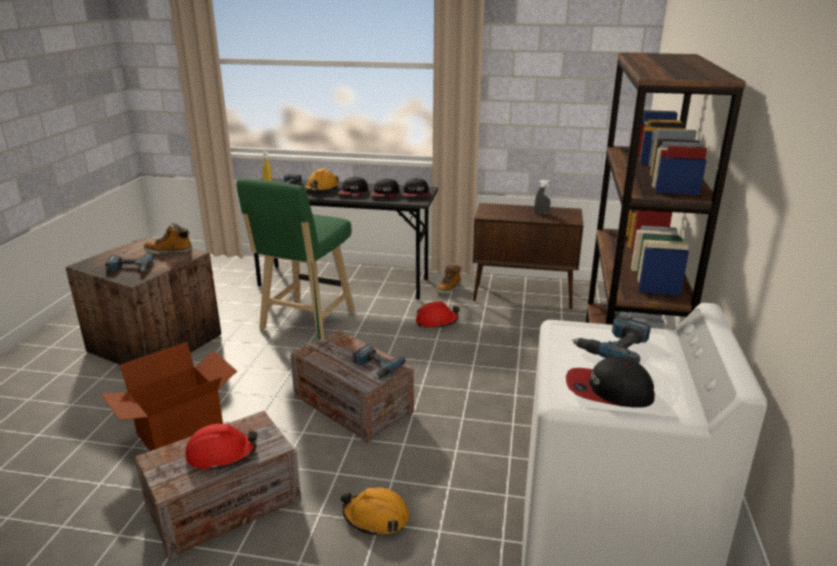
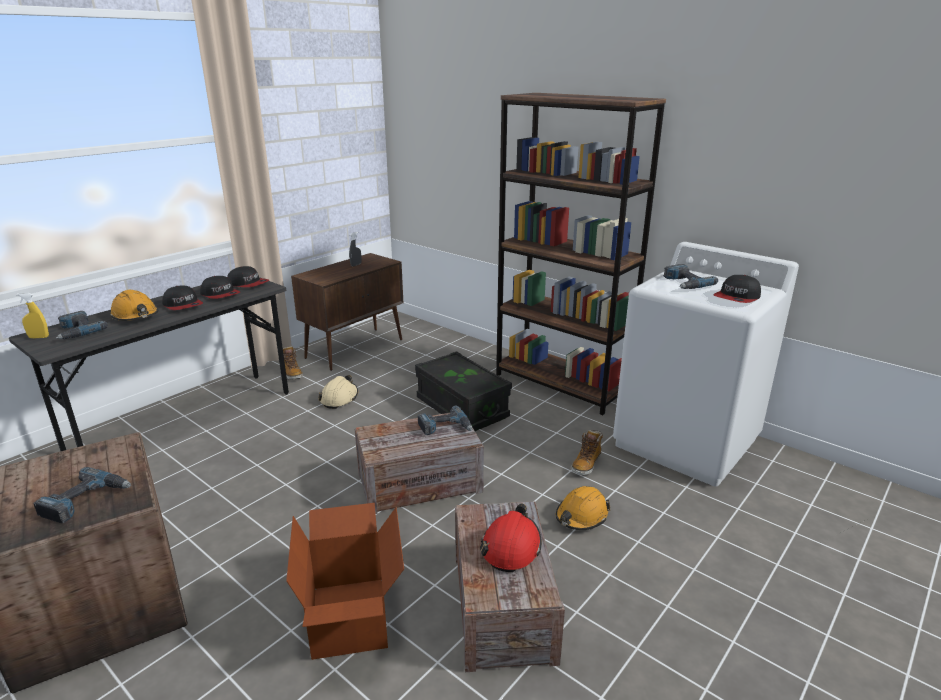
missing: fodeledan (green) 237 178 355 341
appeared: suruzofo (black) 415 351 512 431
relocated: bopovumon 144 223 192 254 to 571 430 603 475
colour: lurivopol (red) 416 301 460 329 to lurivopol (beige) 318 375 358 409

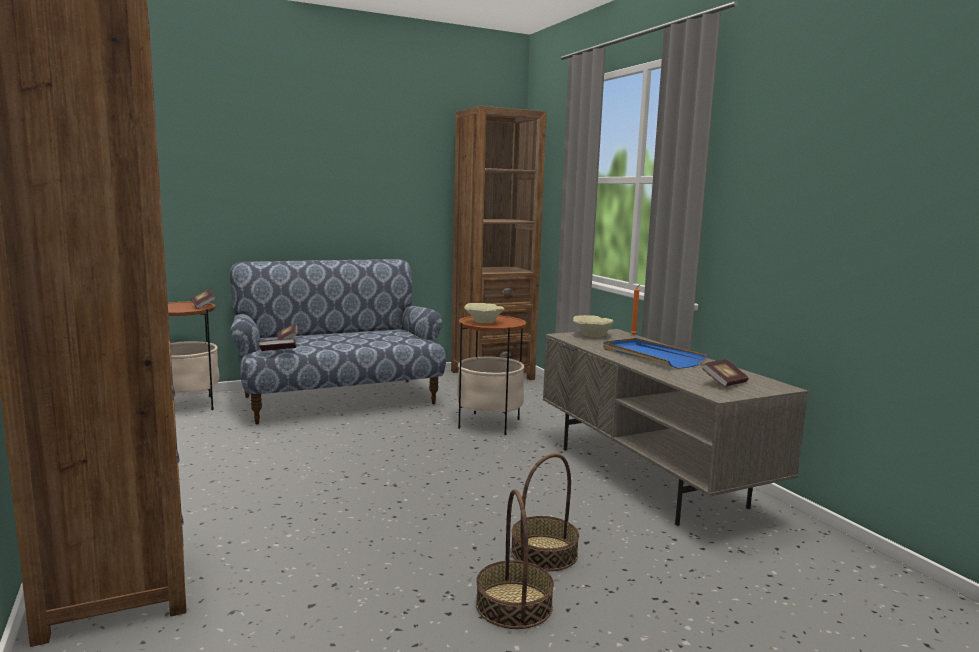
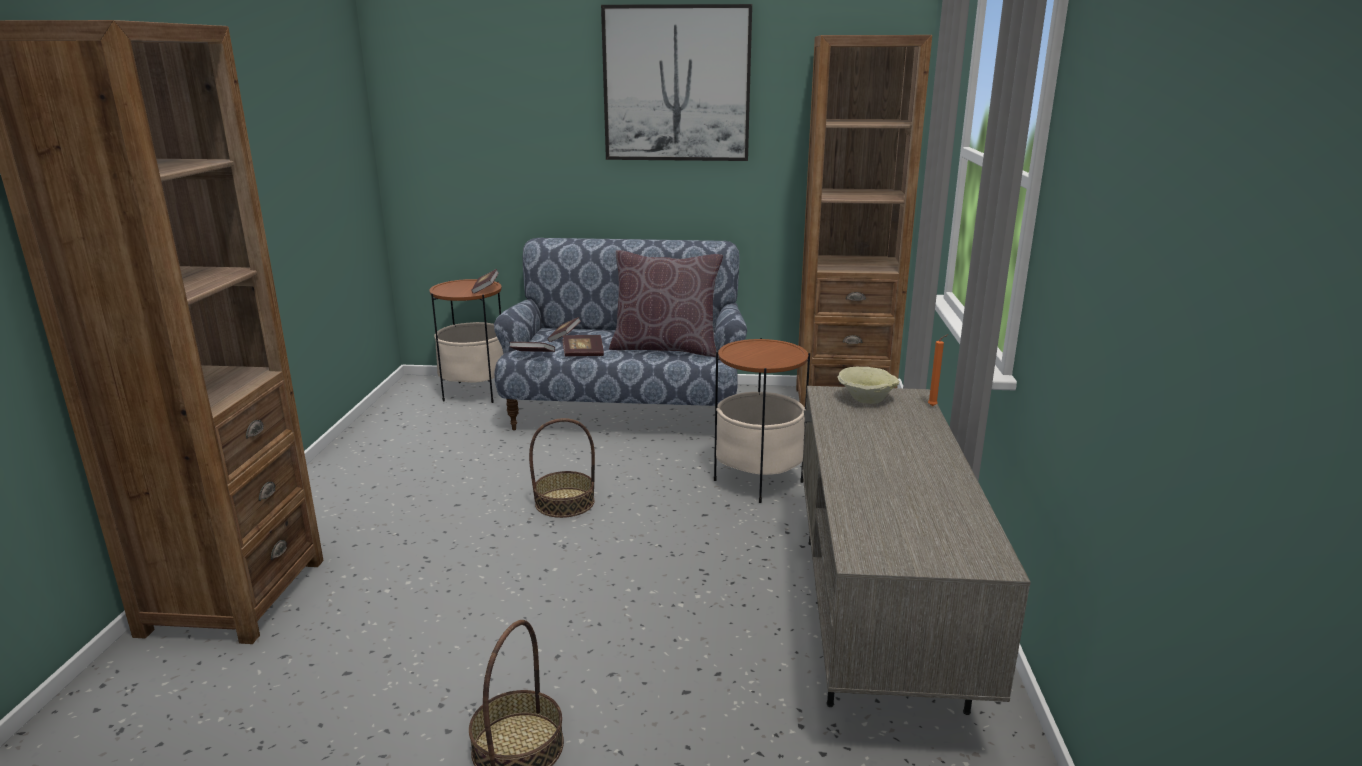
missing: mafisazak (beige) 464 303 504 323; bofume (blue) 603 338 708 369
appeared: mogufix 601 4 752 161; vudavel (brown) 609 250 723 357
relocated: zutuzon 511 453 579 571 to 529 418 595 518; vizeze 702 359 749 387 to 562 335 604 356

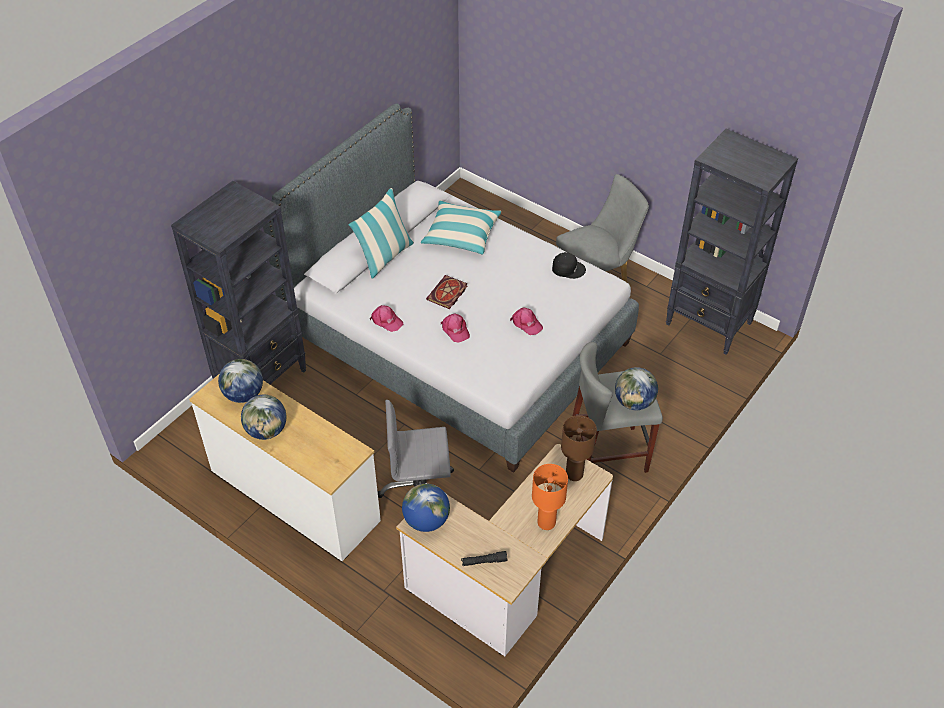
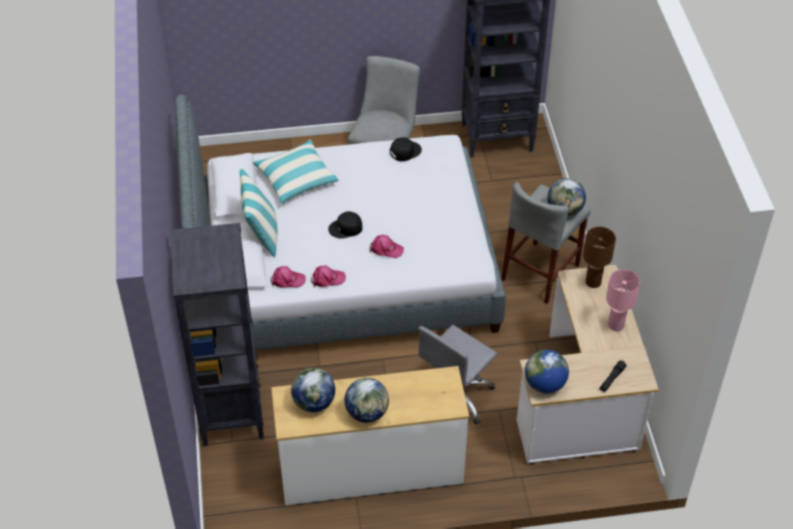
relocated: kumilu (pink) 510 308 543 335 to 271 266 306 288
exchanged: vizeze 426 275 468 309 to kumilu (black) 328 211 362 239
colour: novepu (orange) 532 464 568 530 to novepu (pink) 606 269 640 331

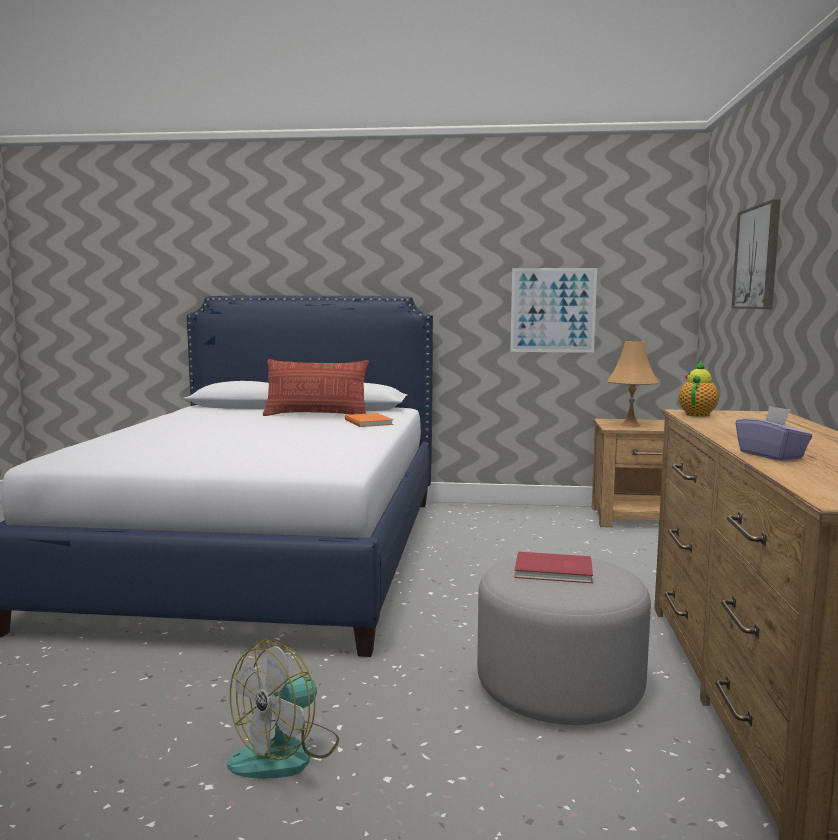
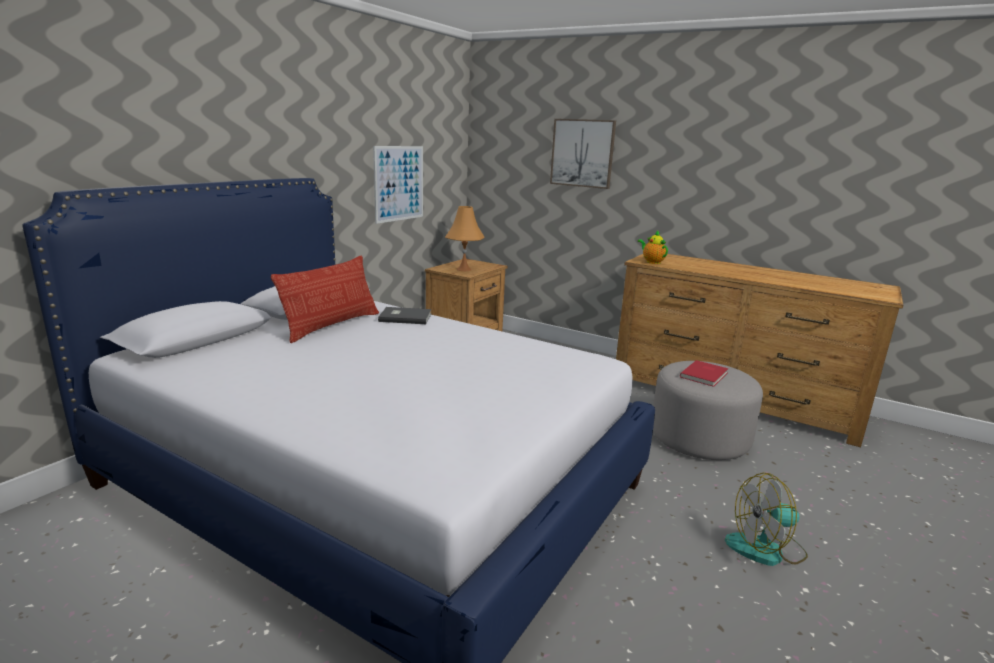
missing: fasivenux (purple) 736 406 812 461
colour: vizeze (orange) 344 413 394 427 to vizeze (grey) 378 307 432 324
spun: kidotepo 228 640 339 778 = 725 473 808 566 105 degrees clockwise

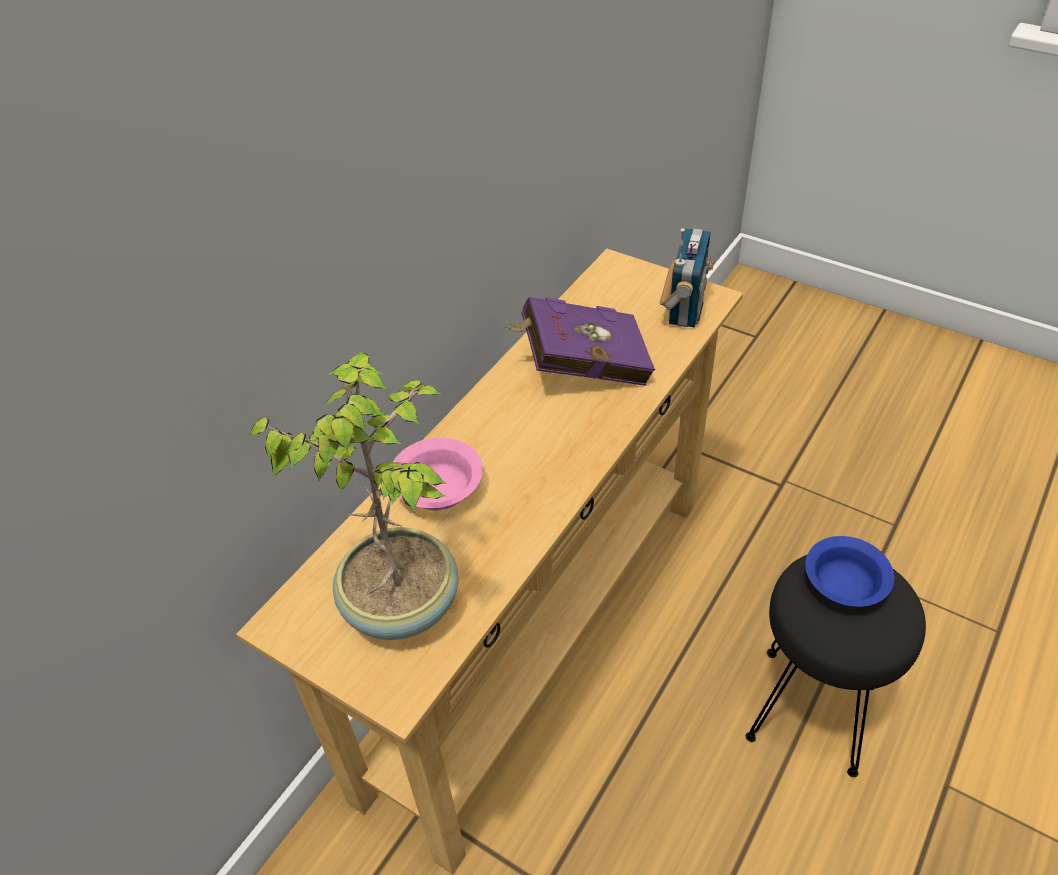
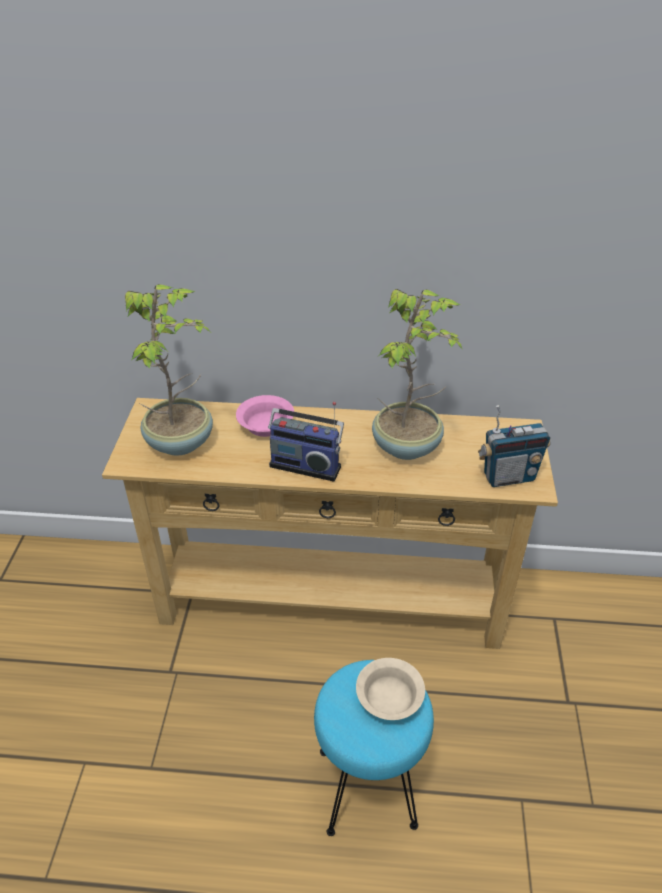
appeared: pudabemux 268 402 344 482
exchanged: vizeze (purple) 505 297 655 386 to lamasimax 372 289 463 460
colour: fodeledan (black) 746 555 926 777 to fodeledan (turquoise) 314 660 434 836; mafisazak (blue) 805 536 894 607 to mafisazak (beige) 356 658 425 720

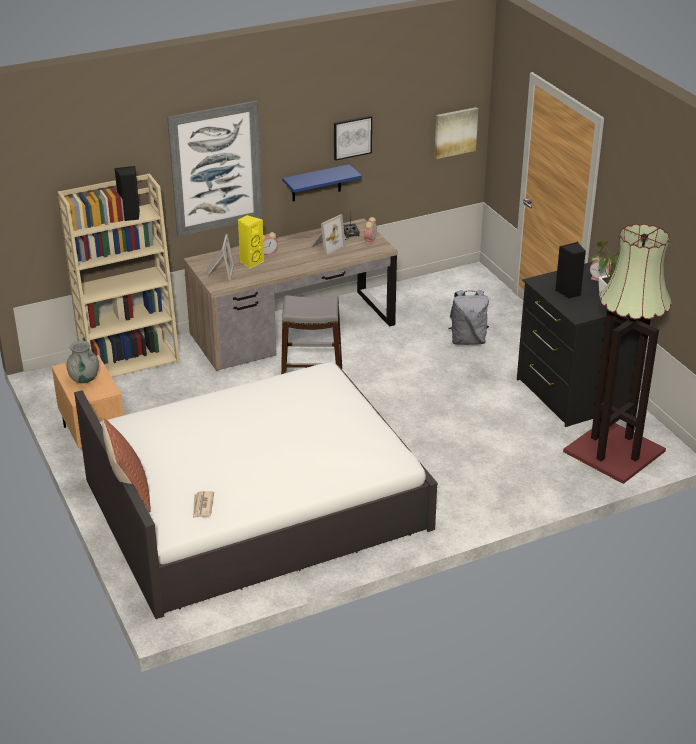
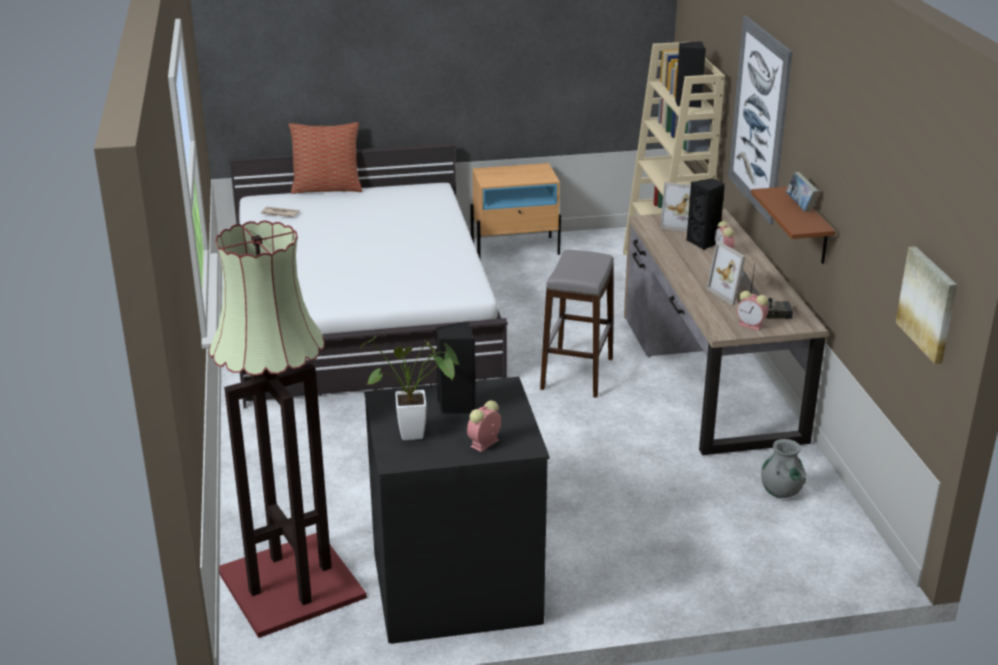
missing: mogufix 334 115 372 161; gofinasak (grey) 448 289 489 345
appeared: vizeze 786 172 819 212
relocated: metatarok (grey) 66 341 99 383 to 761 439 806 498
colour: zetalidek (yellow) 238 215 264 268 to zetalidek (black) 686 178 725 250; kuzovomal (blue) 282 164 362 201 to kuzovomal (brown) 751 187 836 264

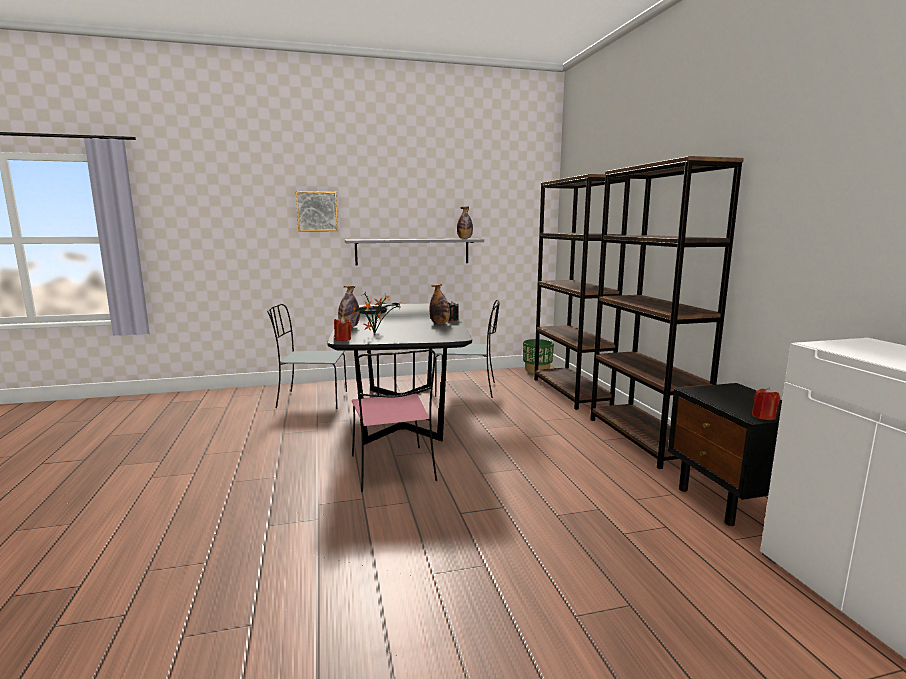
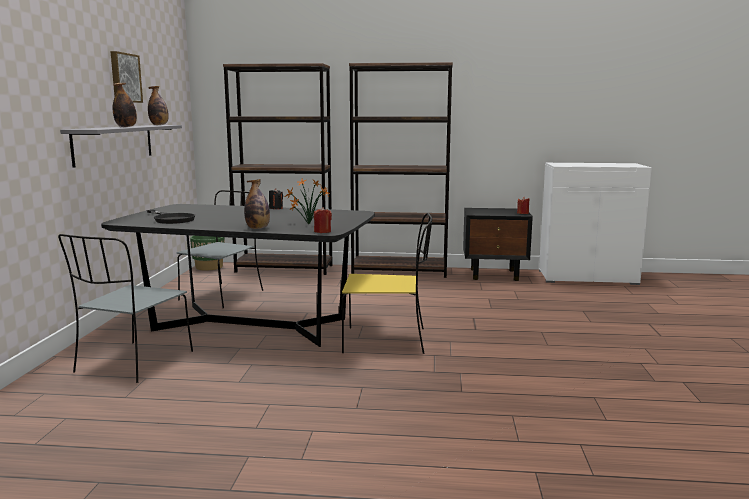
relocated: mogufix 296 191 338 231 to 110 51 143 103; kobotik 430 283 450 324 to 113 83 137 127
colour: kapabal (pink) 352 349 437 492 to kapabal (yellow) 342 213 432 354

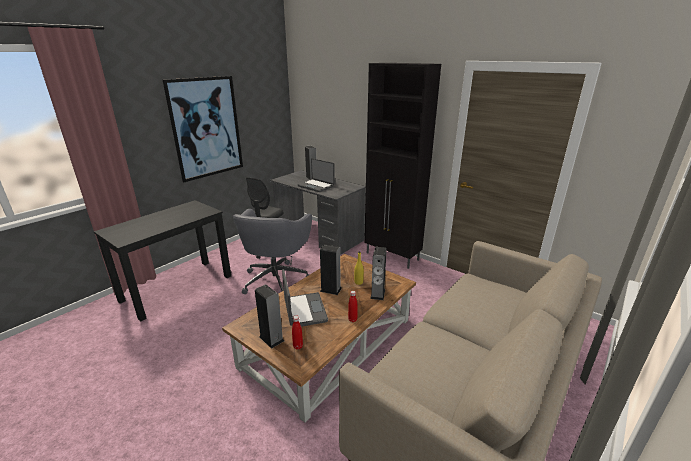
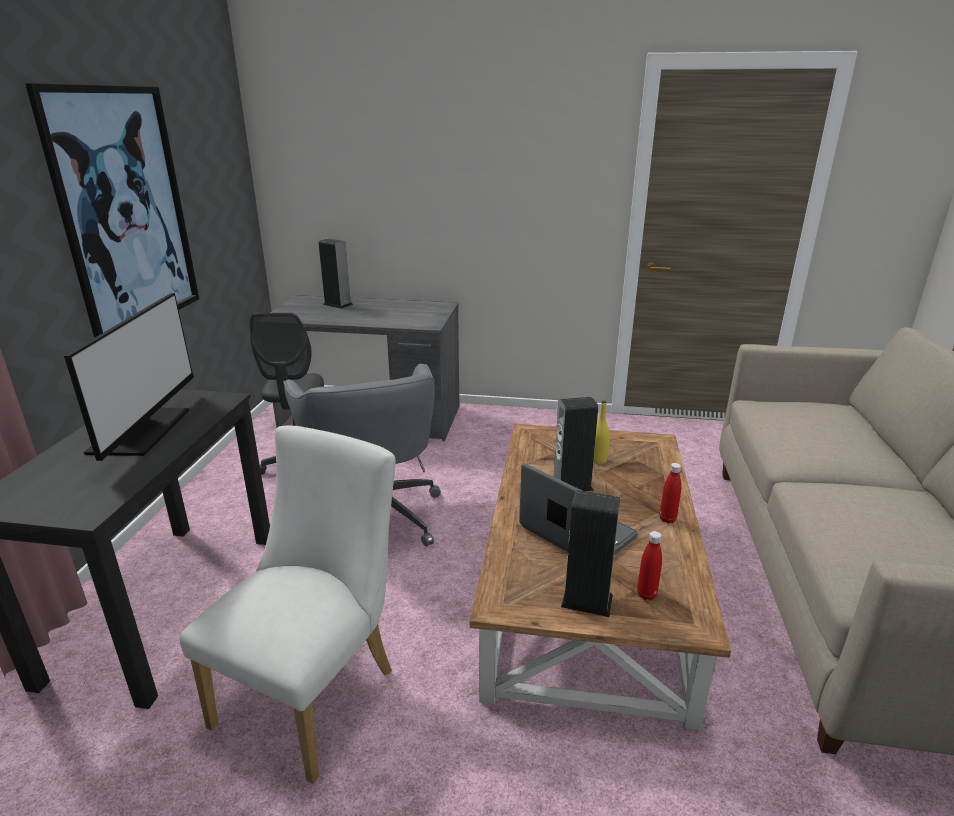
missing: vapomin 298 158 335 192; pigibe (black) 364 63 441 269; zetalidek 370 247 387 300
appeared: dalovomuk 64 293 194 461; kapabal (white) 179 426 396 784

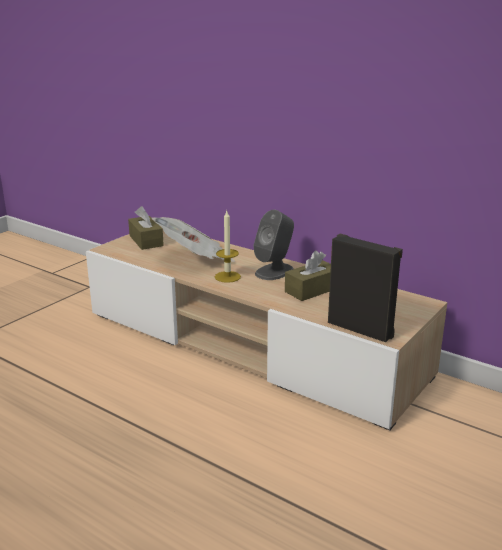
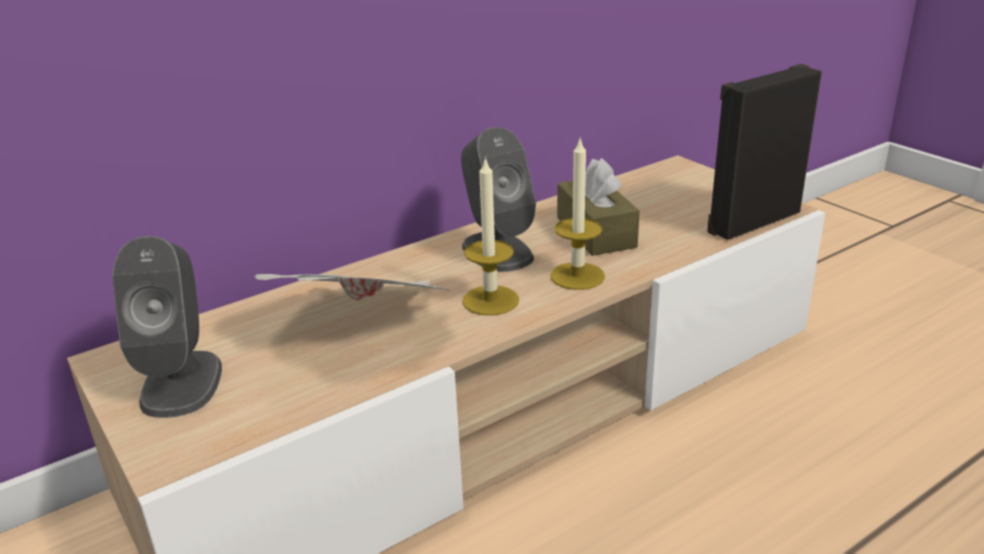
appeared: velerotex 550 139 605 290
exchanged: fasivenux (brown) 128 206 164 250 to zetalidek (grey) 112 236 222 418

